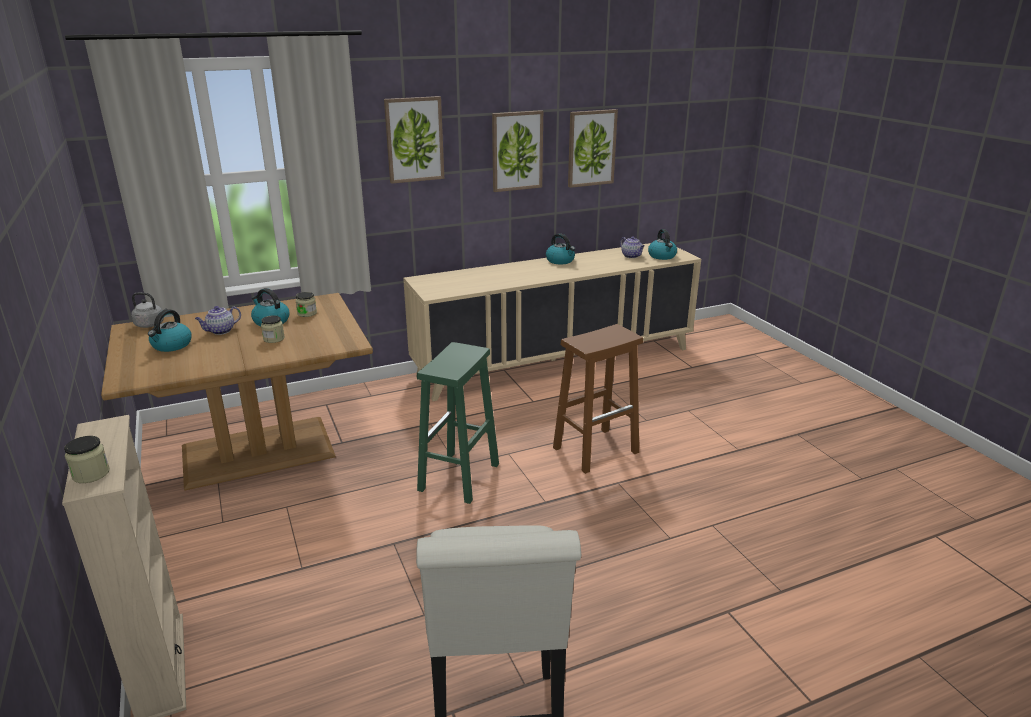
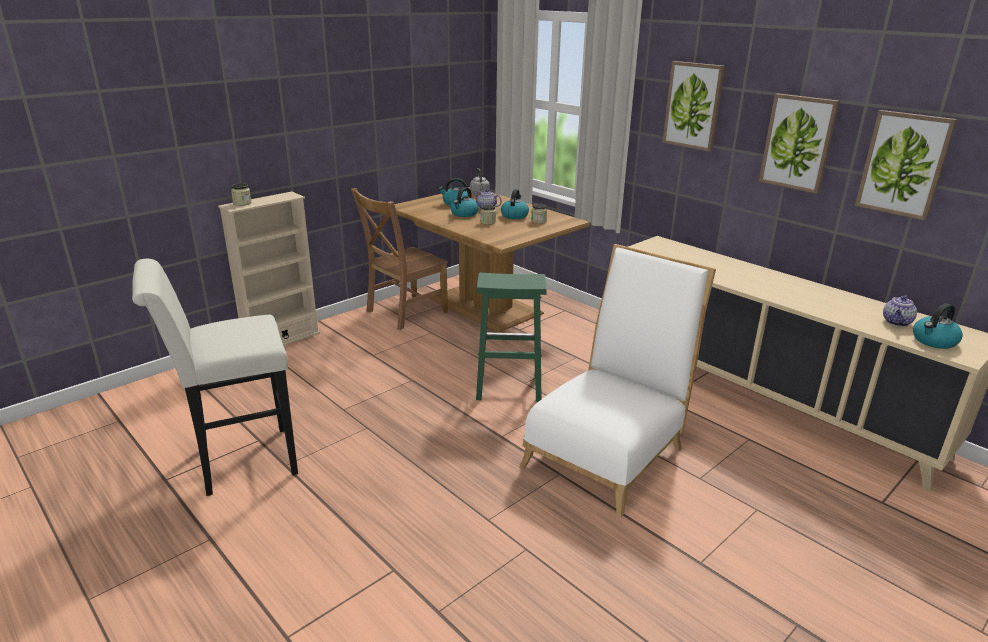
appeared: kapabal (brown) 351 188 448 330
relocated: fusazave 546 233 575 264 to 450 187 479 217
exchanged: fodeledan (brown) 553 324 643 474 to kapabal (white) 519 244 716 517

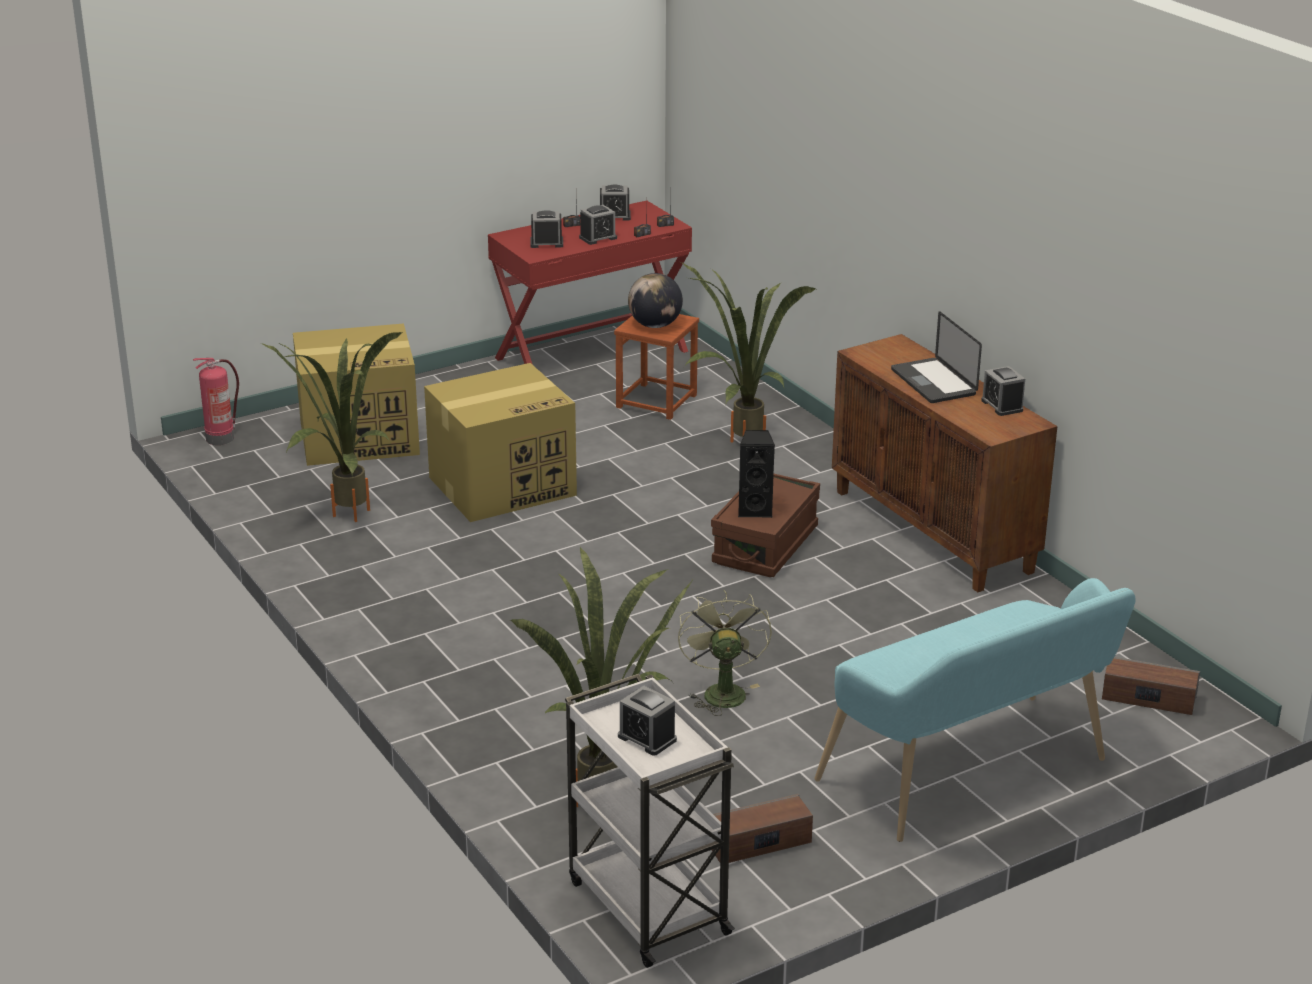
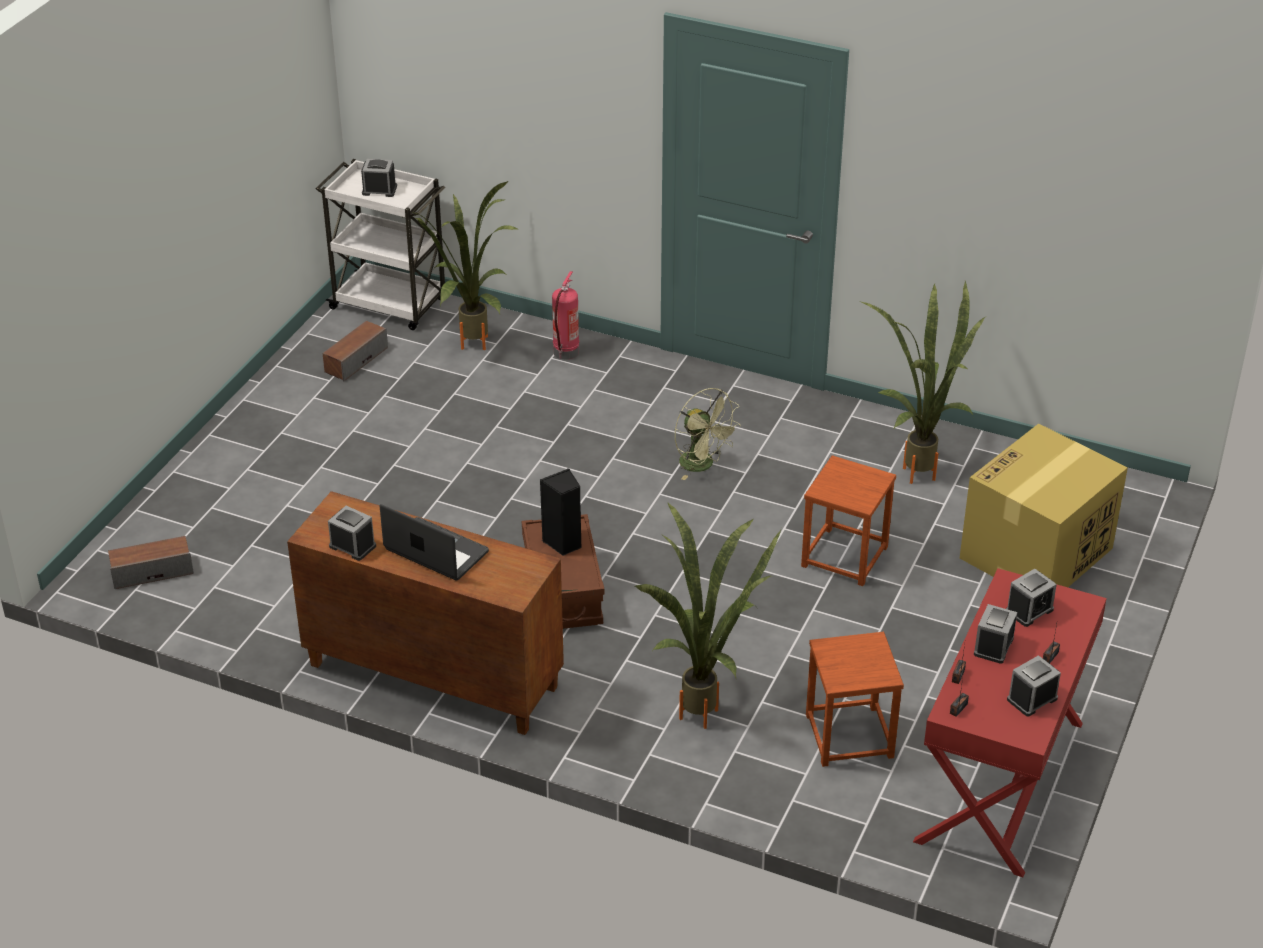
missing: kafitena 628 273 683 328; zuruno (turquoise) 814 578 1135 842
relocated: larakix 193 358 239 445 to 552 271 579 360; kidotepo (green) 678 590 772 716 to 675 388 741 480
exchanged: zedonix 424 363 577 522 to fodeledan (brown) 801 455 896 586

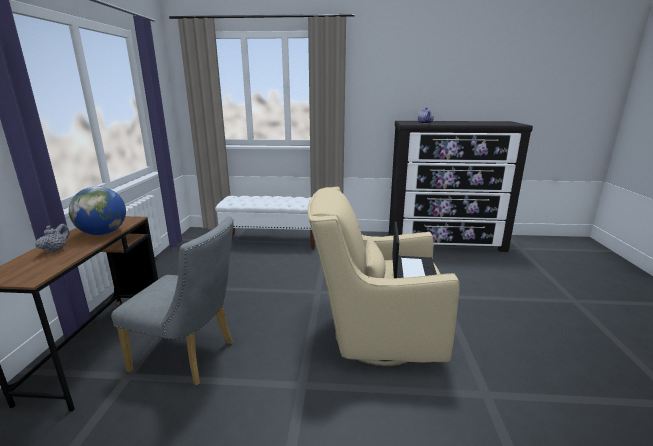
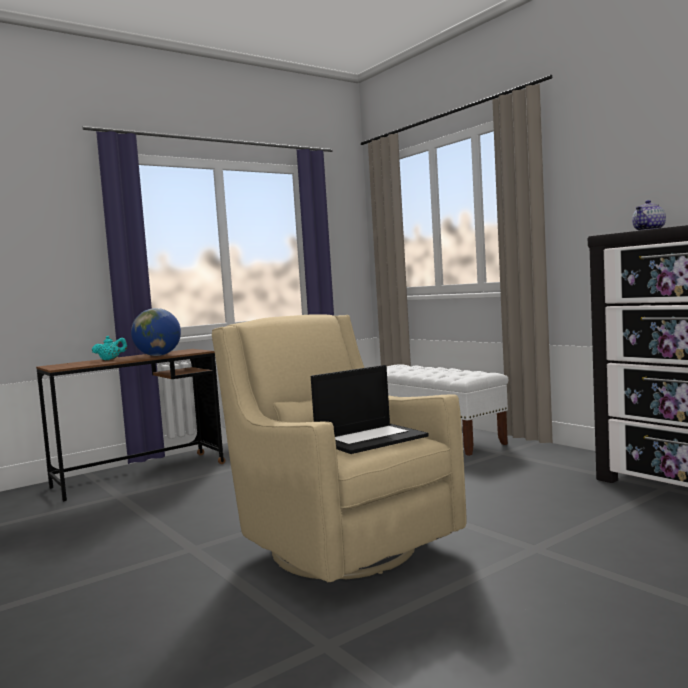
missing: kapabal (grey) 111 217 234 386
colour: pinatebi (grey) 35 224 69 253 to pinatebi (turquoise) 92 336 127 360

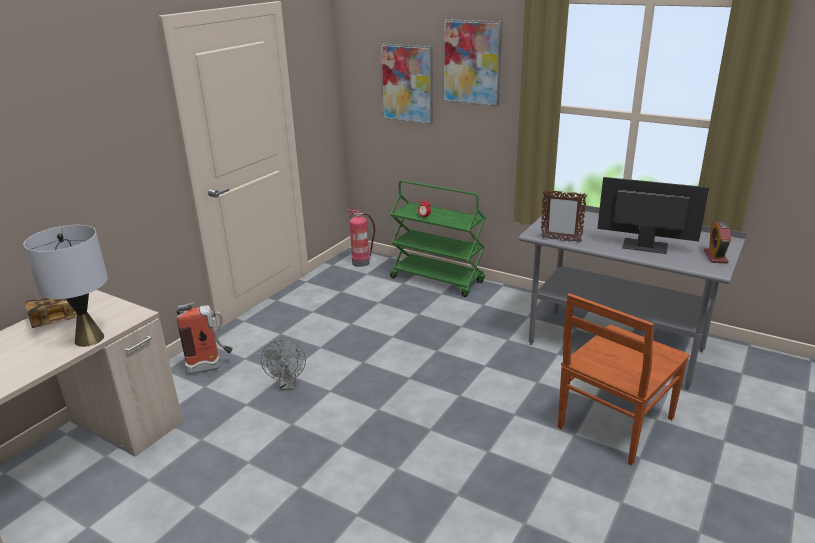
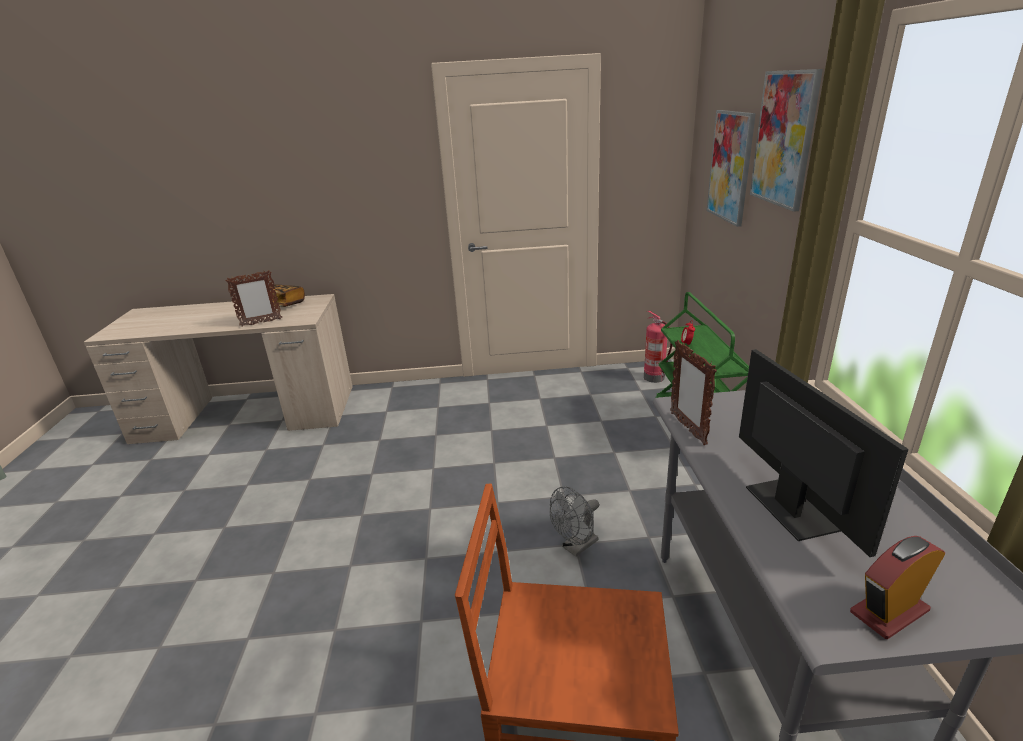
missing: larakix 176 302 233 374
relocated: kidotepo (grey) 261 339 306 390 to 550 486 599 557
exchanged: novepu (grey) 23 225 108 347 to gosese 225 270 282 327

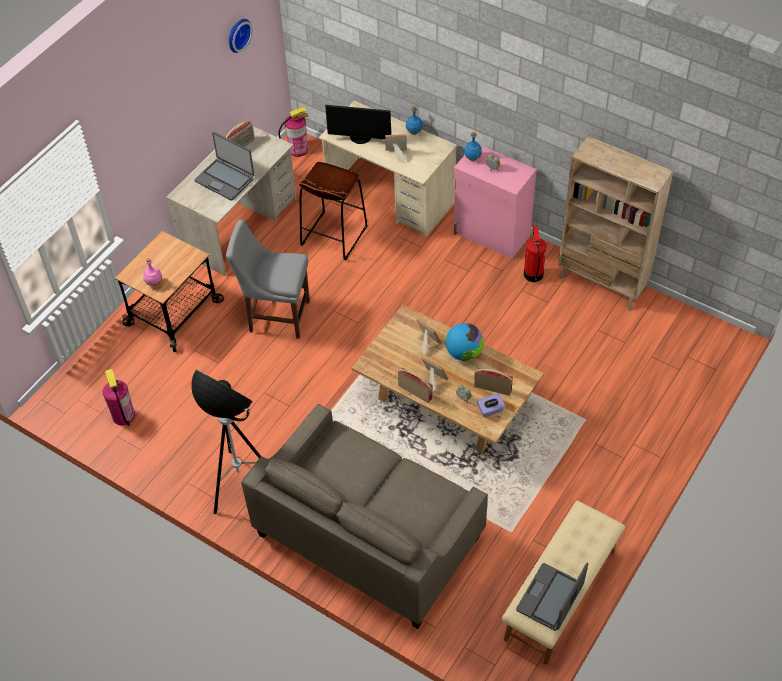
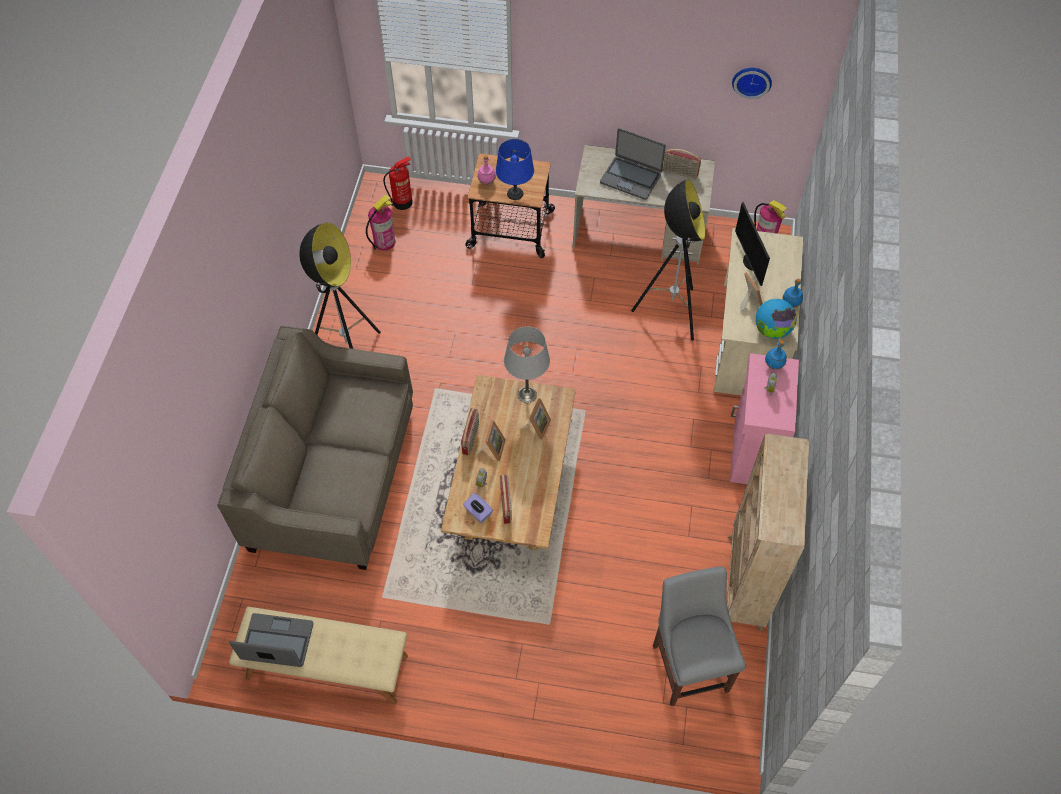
appeared: novepu (blue) 496 139 534 200; novepu (grey) 504 326 550 403
relocated: kapabal (grey) 226 220 310 339 to 653 566 746 706; kafitena 446 323 483 361 to 756 299 797 339; larakix 524 226 546 282 to 383 157 413 210
exchanged: fodeledan (brown) 299 162 367 260 to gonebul 631 179 705 340
spun: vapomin 194 132 254 200 = 600 128 666 200 75 degrees counterclockwise

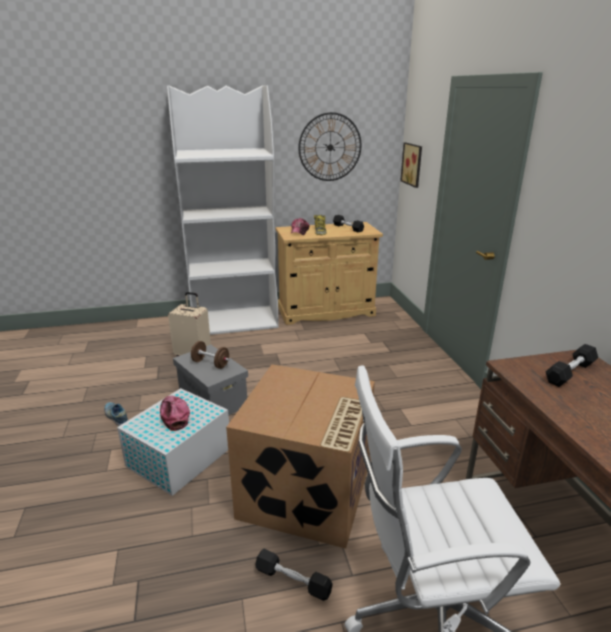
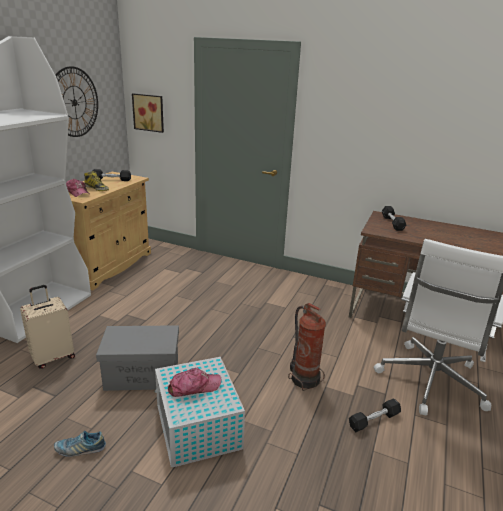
missing: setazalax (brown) 191 341 230 369
exchanged: zedonix 226 364 375 549 to larakix 288 303 326 391
spun: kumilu 160 396 190 431 = 168 367 221 397 150 degrees clockwise

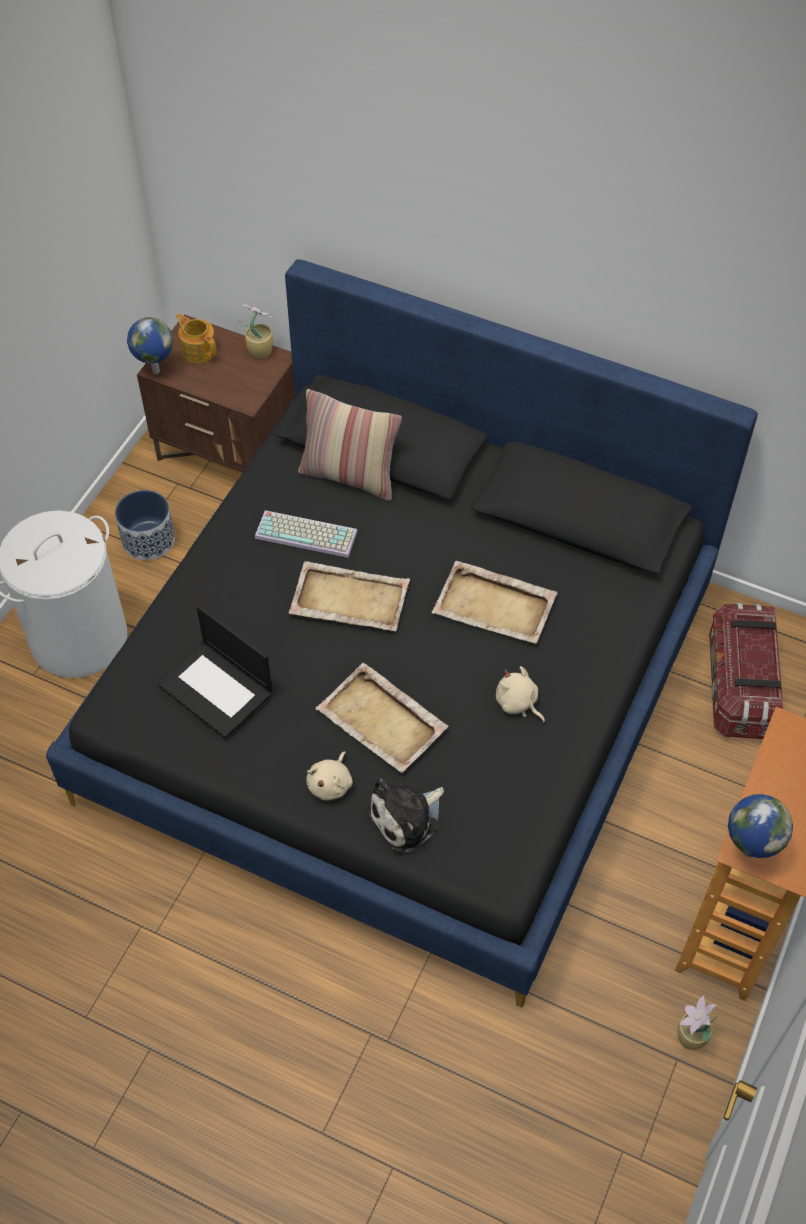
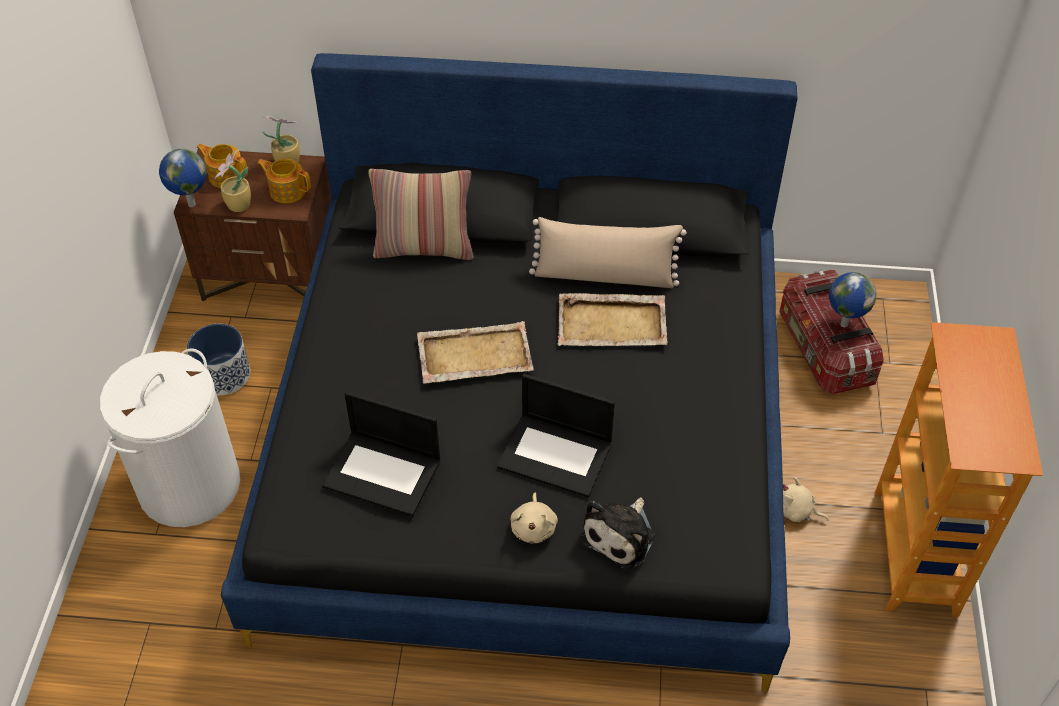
missing: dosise 255 510 358 558
appeared: pinatebi 257 159 311 203; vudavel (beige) 529 217 687 288
relocated: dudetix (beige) 496 666 545 723 to 783 477 829 522; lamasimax 677 996 719 1050 to 215 150 251 212; kafitena 728 794 793 858 to 829 272 876 327
exchanged: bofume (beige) 316 663 448 773 to vapomin 497 373 615 498

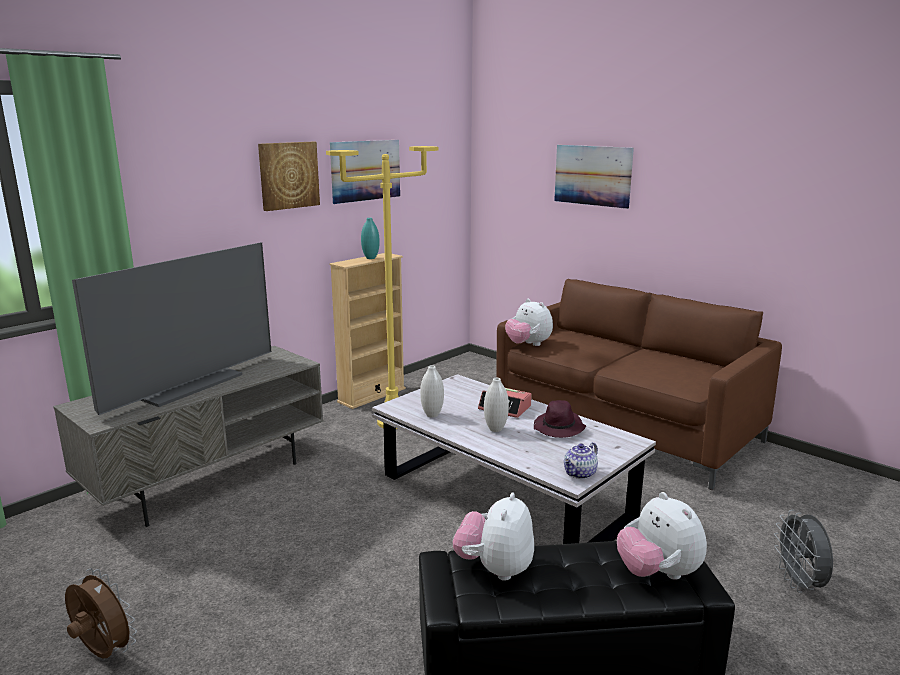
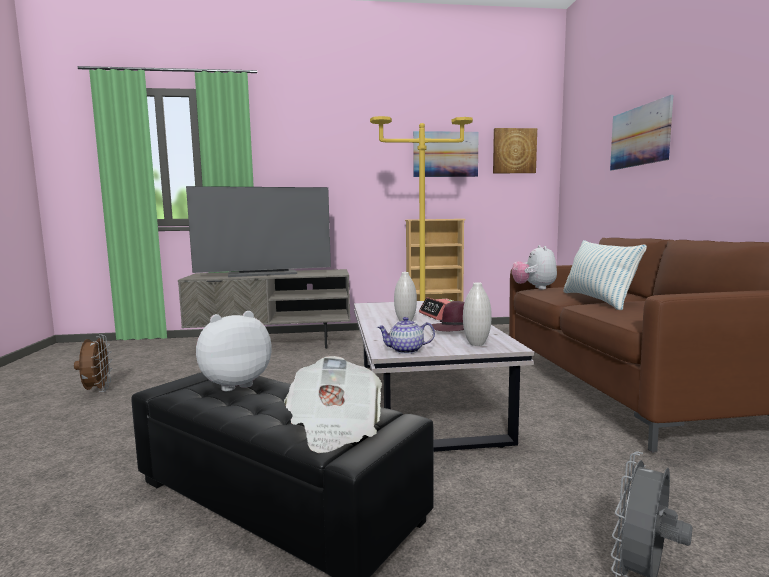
missing: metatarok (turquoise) 361 218 380 259
appeared: vudavel 563 240 647 310
relocated: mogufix 258 142 320 211 to 493 128 537 173; metatarok (white) 420 365 444 418 to 463 282 492 346
exchanged: dudetix 617 492 707 580 to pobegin 284 356 382 453

